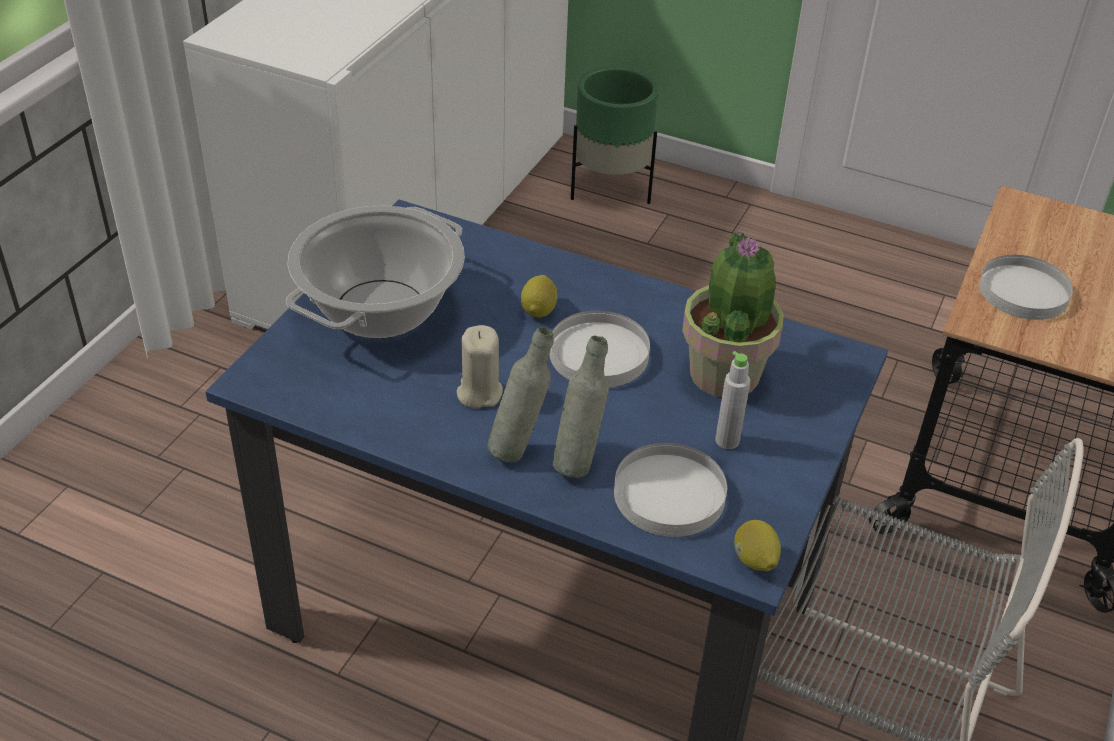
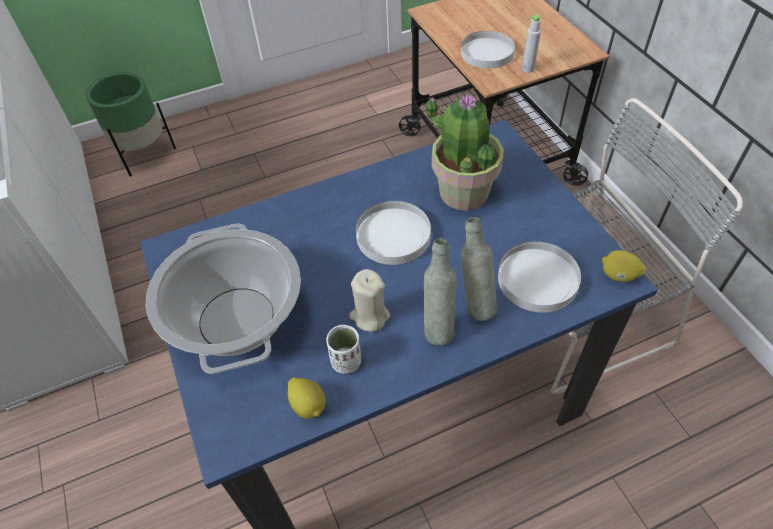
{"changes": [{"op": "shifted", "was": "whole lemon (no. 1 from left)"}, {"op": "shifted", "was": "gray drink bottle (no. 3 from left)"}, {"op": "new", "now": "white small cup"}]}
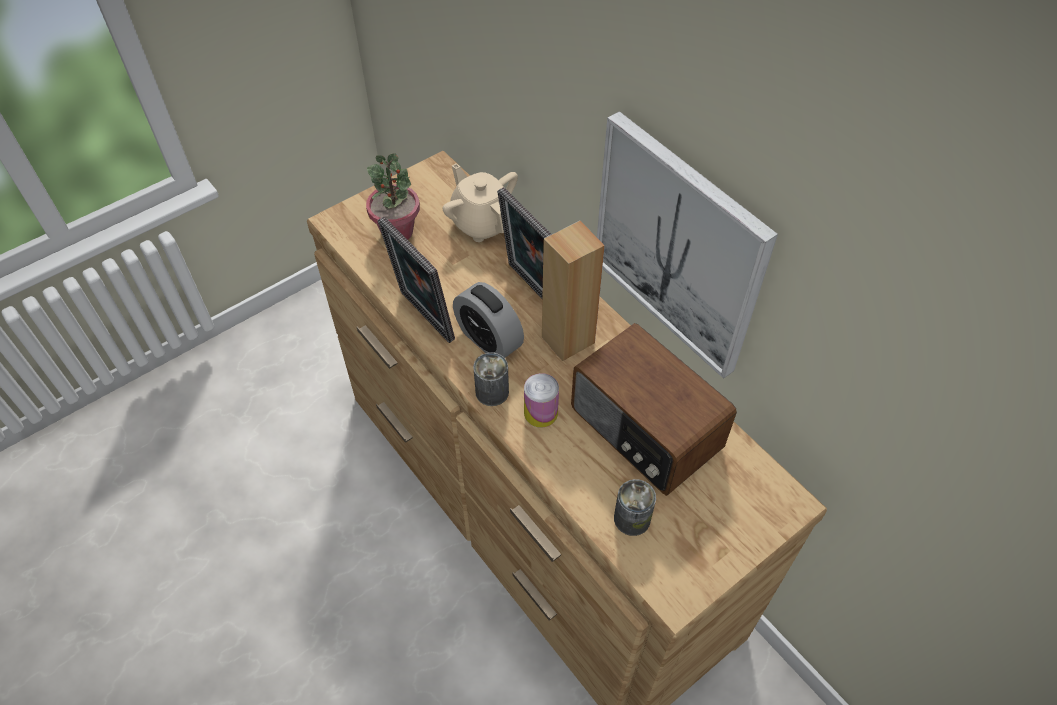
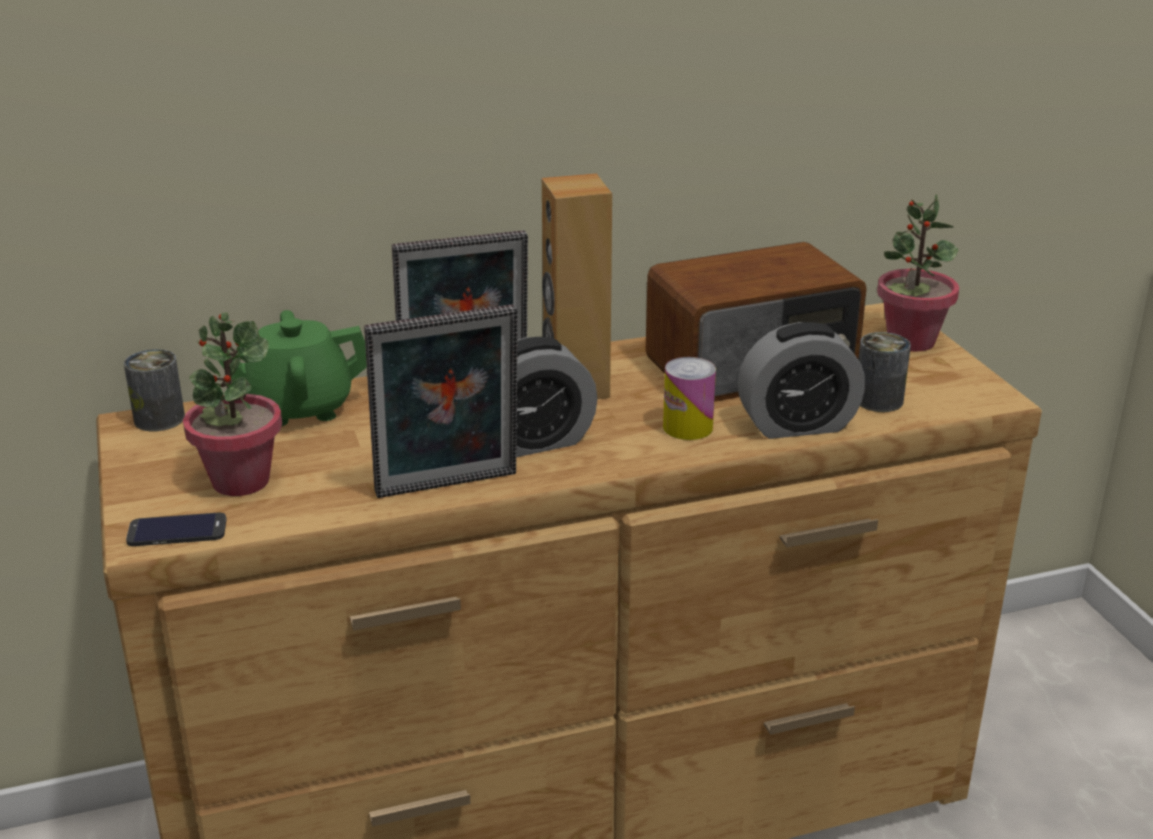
{"changes": [{"op": "repainted", "was": "beige-coloured pot for tea", "now": "green-coloured pot for tea"}, {"op": "shifted", "was": "metal can (no. 1 from left)"}, {"op": "gone", "was": "picture"}, {"op": "new", "now": "handset"}, {"op": "new", "now": "table clock (no. 2 from left)"}, {"op": "new", "now": "potted plant (no. 2 from left)"}]}
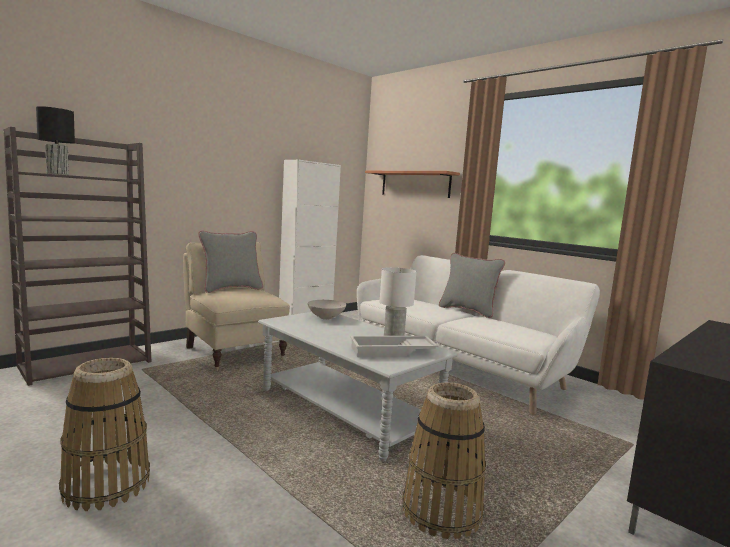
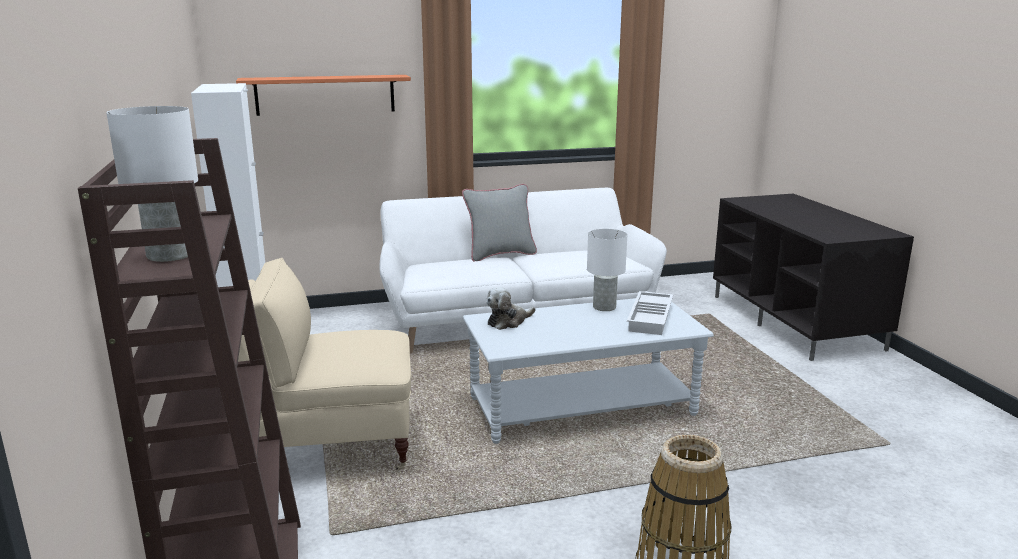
{"changes": [{"op": "repainted", "was": "black-coloured lamp for a table", "now": "white lamp for a table (no. 1 from left)"}, {"op": "gone", "was": "gray cushion (no. 1 from left)"}, {"op": "swapped", "was": "white deep dish", "now": "soft toy"}, {"op": "gone", "was": "household basket (no. 2 from left)"}]}
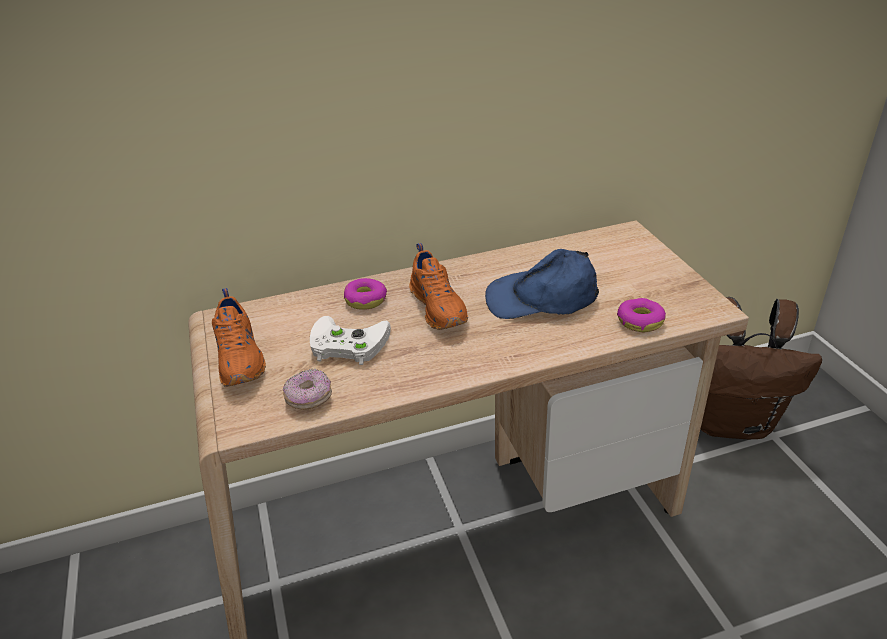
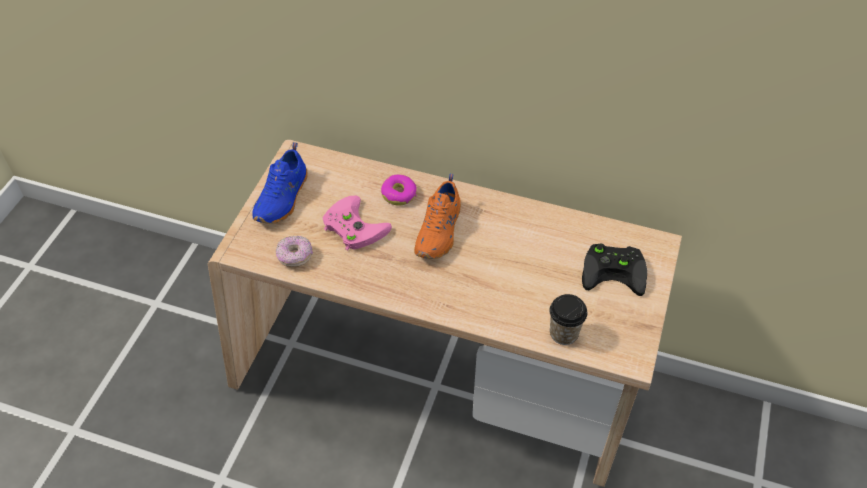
{"changes": [{"op": "repainted", "was": "orange-coloured item of footwear (no. 1 from left)", "now": "bluish item of footwear"}, {"op": "repainted", "was": "white gamepad", "now": "pinkish gamepad"}, {"op": "gone", "was": "bluish cap"}, {"op": "swapped", "was": "donut (no. 3 from left)", "now": "small cup"}, {"op": "gone", "was": "brown-coloured backpack"}, {"op": "new", "now": "black-coloured gamepad"}]}
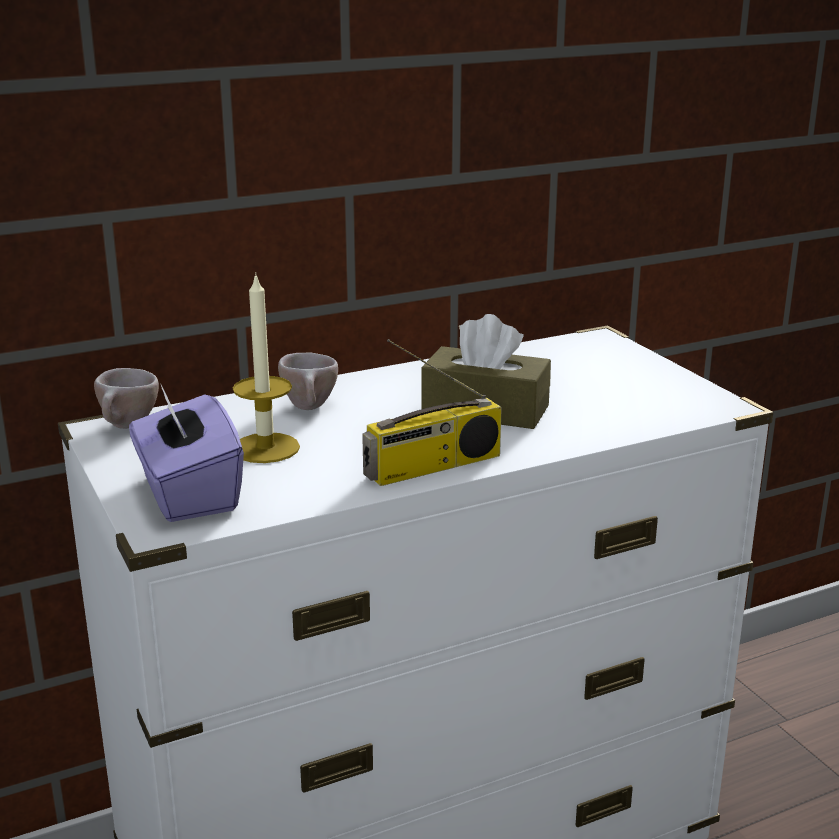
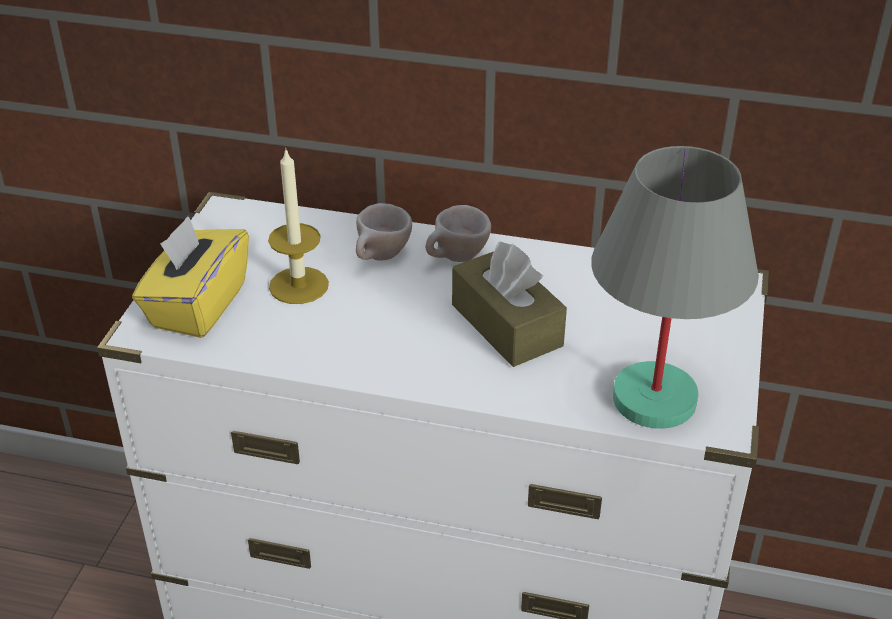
{"changes": [{"op": "shifted", "was": "beige-coloured small cup (no. 1 from left in the first image)", "now": "beige-coloured small cup (no. 2 from left)"}, {"op": "repainted", "was": "purple-coloured tissue holder", "now": "yellow-coloured tissue holder"}, {"op": "gone", "was": "radio set"}, {"op": "new", "now": "gray lamp for a table"}]}
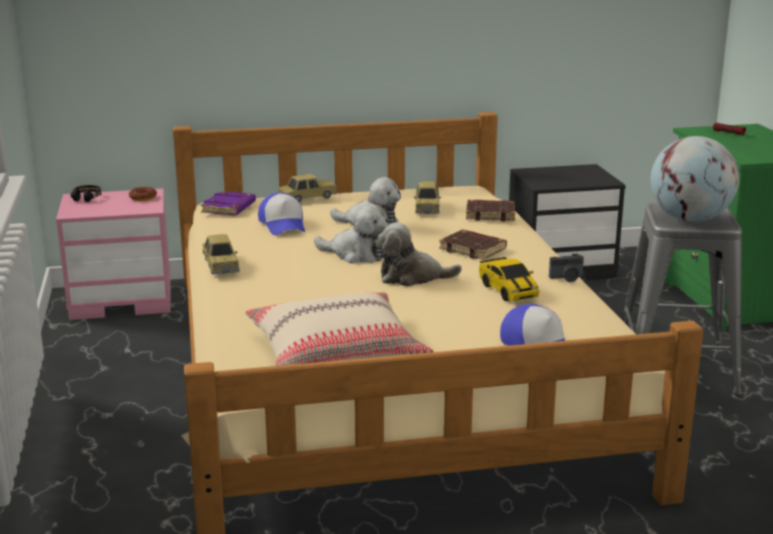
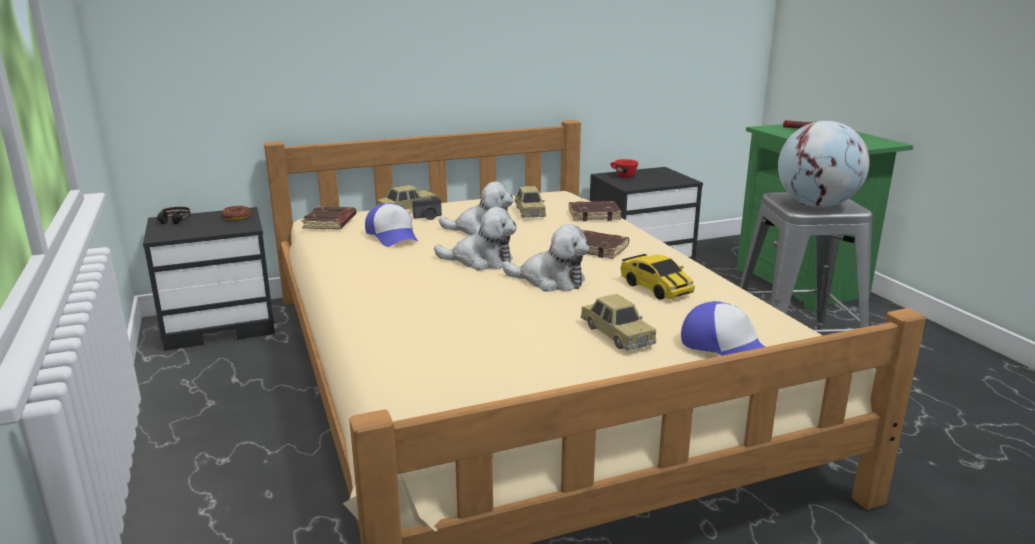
{"changes": [{"op": "repainted", "was": "pinkish nightstand", "now": "black-coloured nightstand (no. 1 from left)"}, {"op": "repainted", "was": "purple-coloured bound book", "now": "brown-coloured bound book (no. 1 from left)"}, {"op": "shifted", "was": "model car (no. 1 from left in the first image)", "now": "model car (no. 3 from left)"}, {"op": "gone", "was": "beige-coloured cushion"}, {"op": "rotated", "was": "soft toy (no. 3 from left)", "clockwise": -150}, {"op": "shifted", "was": "still camera"}, {"op": "new", "now": "red-coloured small cup"}]}
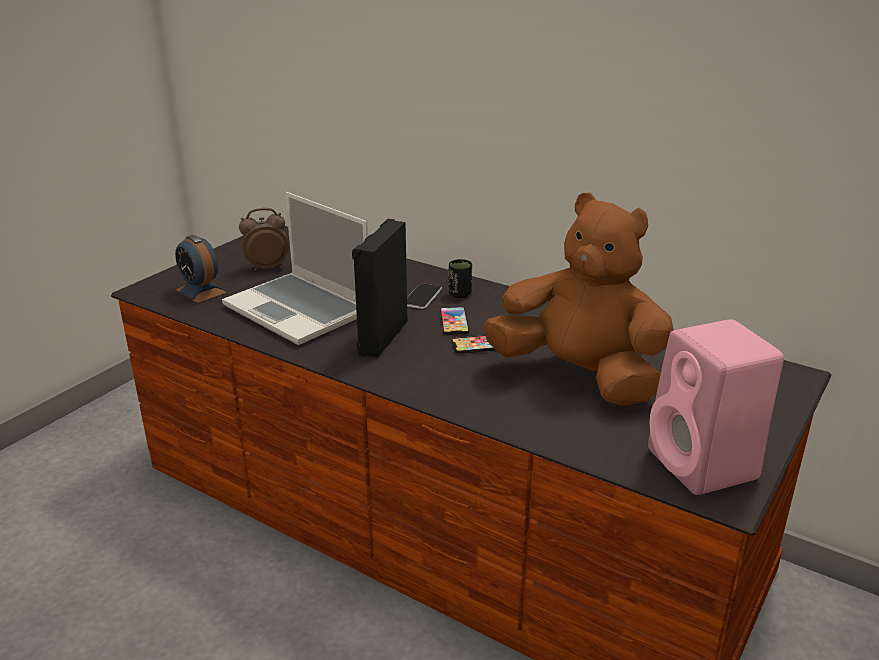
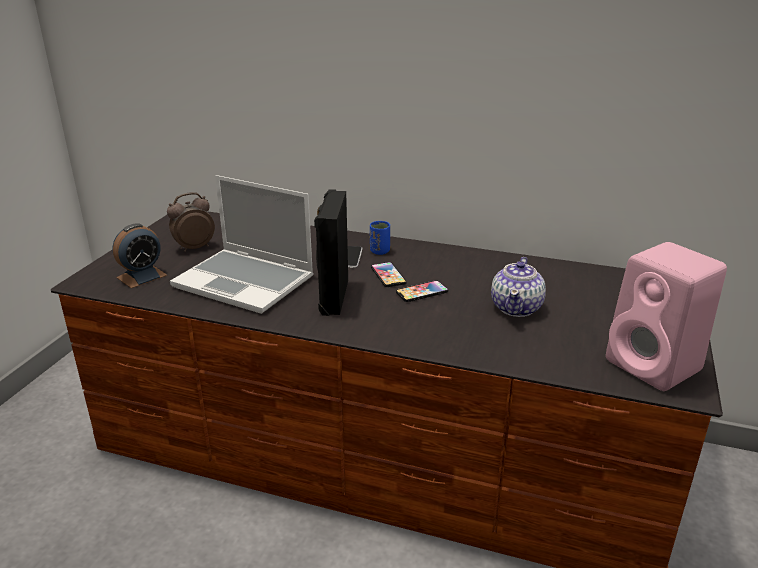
{"changes": [{"op": "rotated", "was": "table clock (no. 1 from left)", "clockwise": -75}, {"op": "repainted", "was": "black-coloured small cup", "now": "bluish small cup"}, {"op": "swapped", "was": "brown-coloured soft toy", "now": "pot for tea"}]}
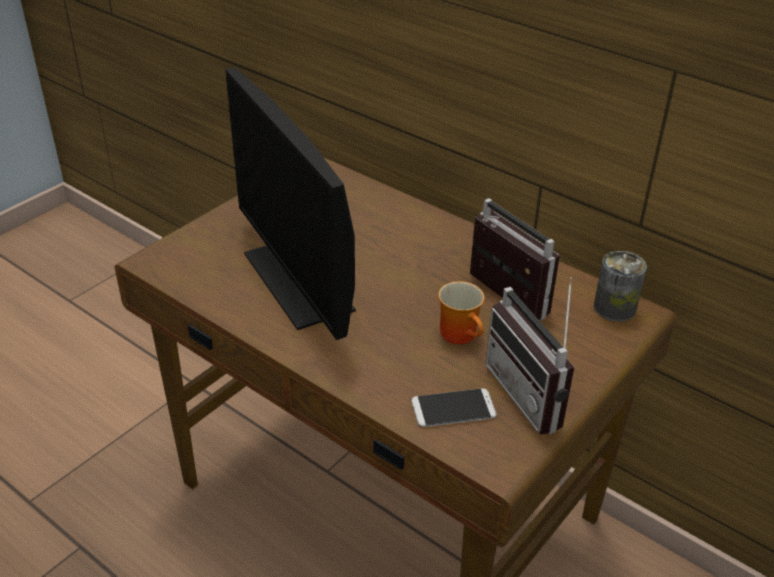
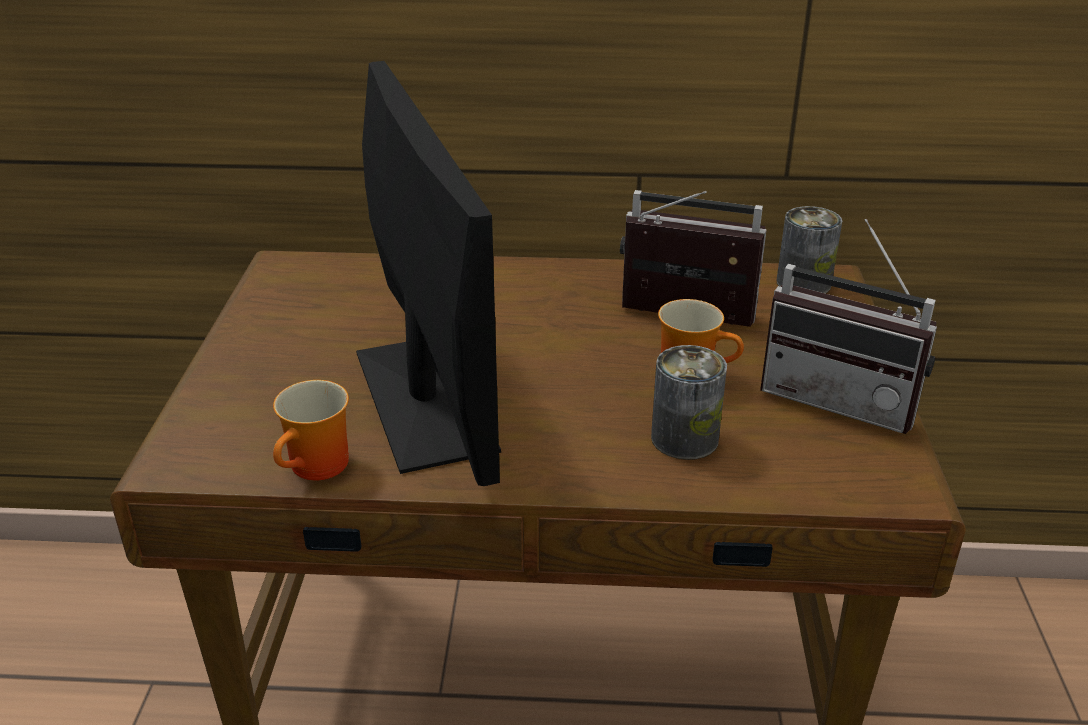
{"changes": [{"op": "rotated", "was": "computer screen", "clockwise": -135}, {"op": "gone", "was": "handset"}, {"op": "new", "now": "mug (no. 1 from left)"}, {"op": "new", "now": "metal can (no. 1 from left)"}]}
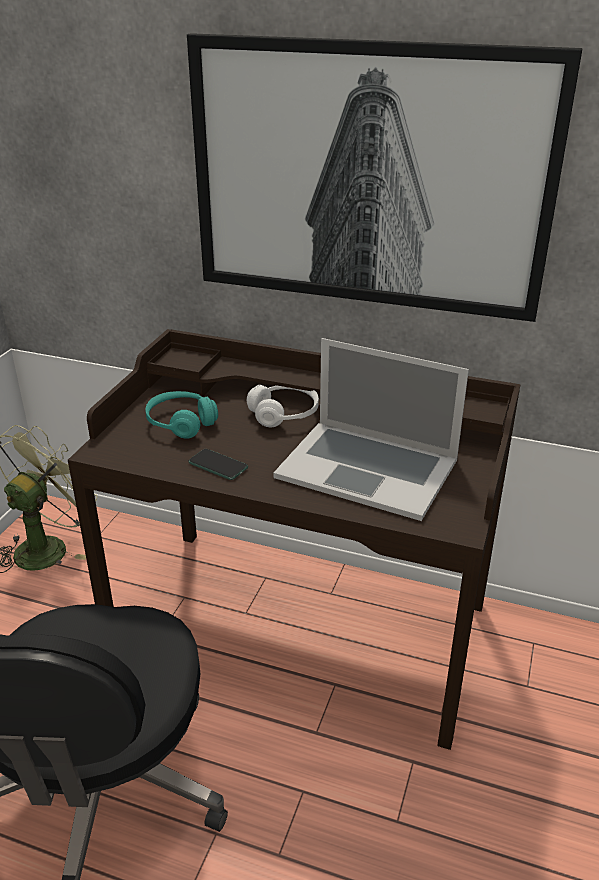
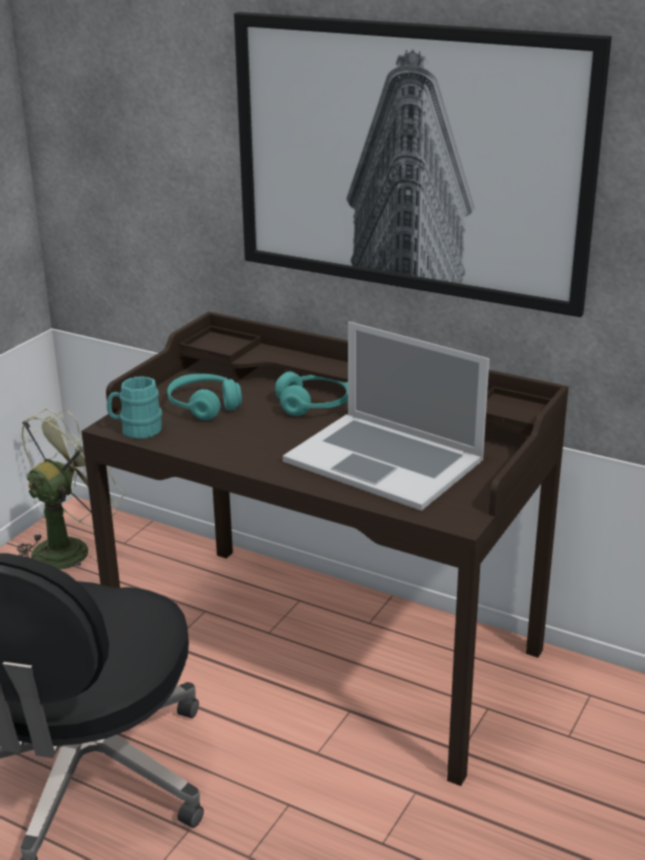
{"changes": [{"op": "gone", "was": "handset"}, {"op": "repainted", "was": "white pair of headphones", "now": "turquoise-coloured pair of headphones (no. 2 from left)"}, {"op": "new", "now": "turquoise-coloured mug"}]}
